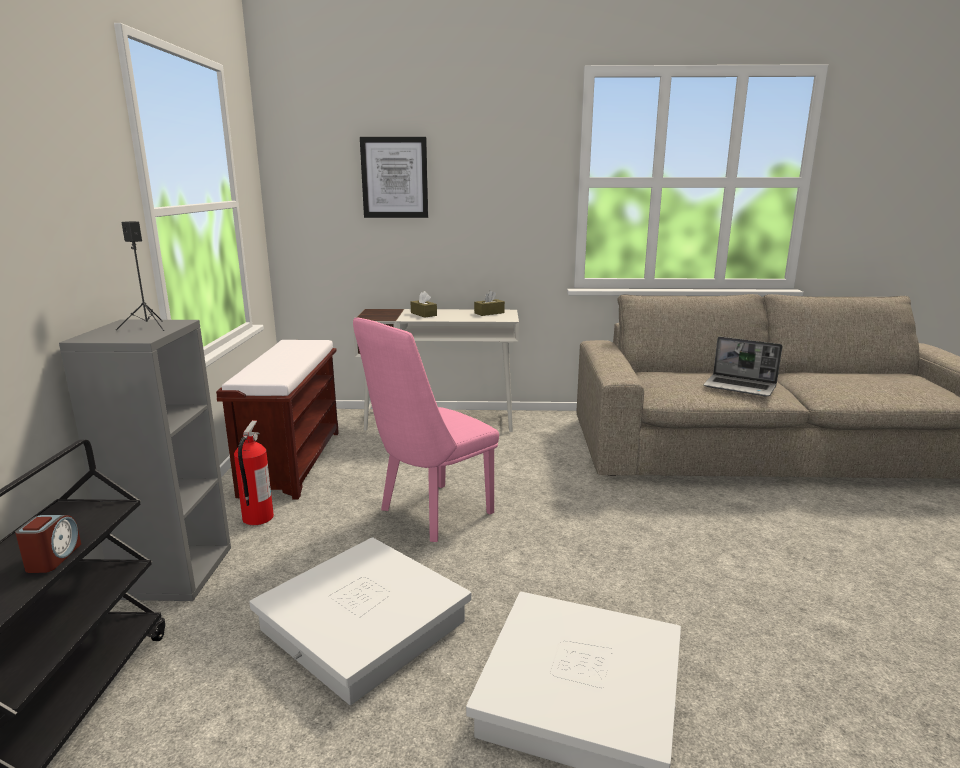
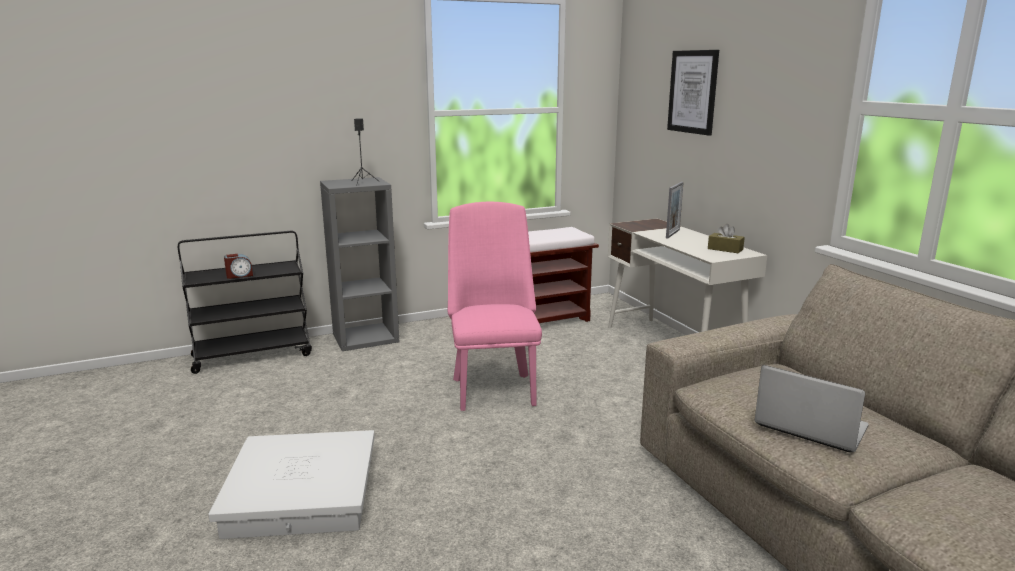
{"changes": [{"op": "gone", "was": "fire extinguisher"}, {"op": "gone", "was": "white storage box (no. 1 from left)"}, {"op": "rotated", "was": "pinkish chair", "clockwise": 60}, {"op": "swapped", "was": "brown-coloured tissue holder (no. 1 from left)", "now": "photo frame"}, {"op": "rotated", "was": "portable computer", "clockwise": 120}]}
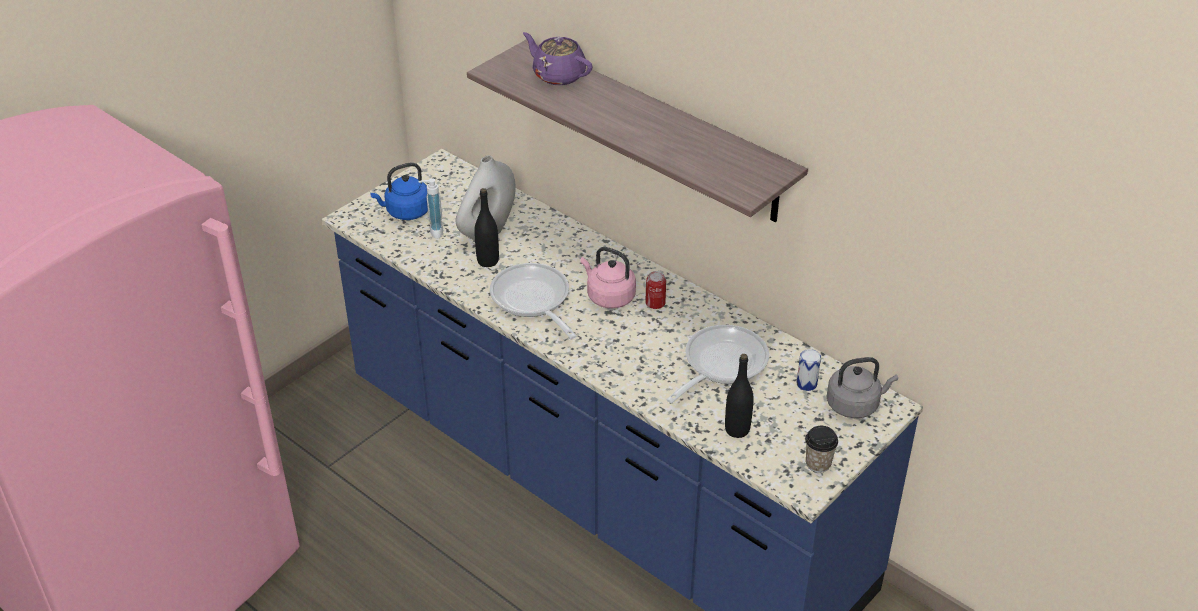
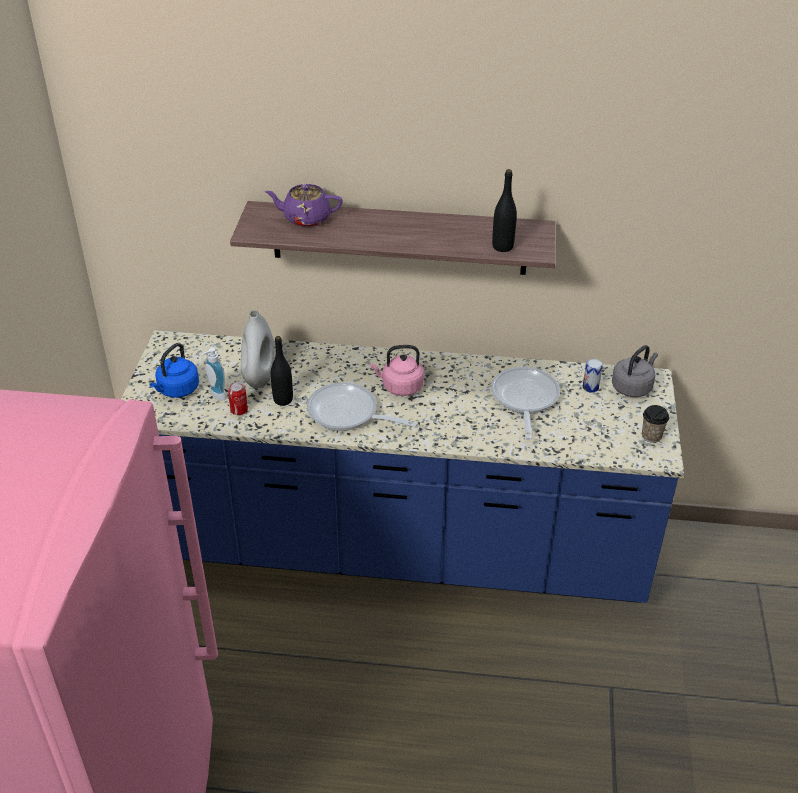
{"changes": [{"op": "shifted", "was": "metal can (no. 1 from left)"}, {"op": "shifted", "was": "black-coloured drink bottle (no. 2 from left)"}]}
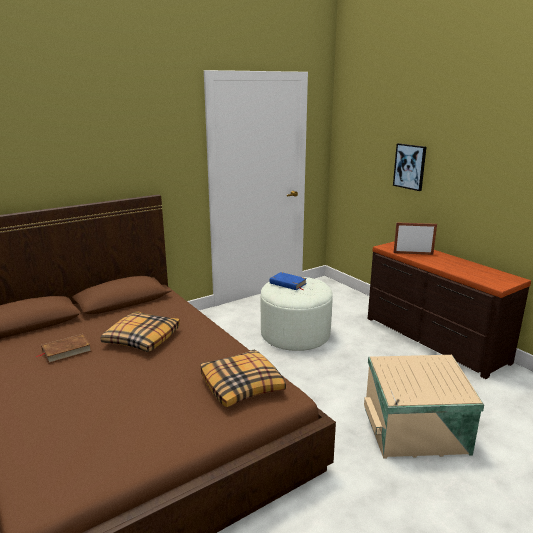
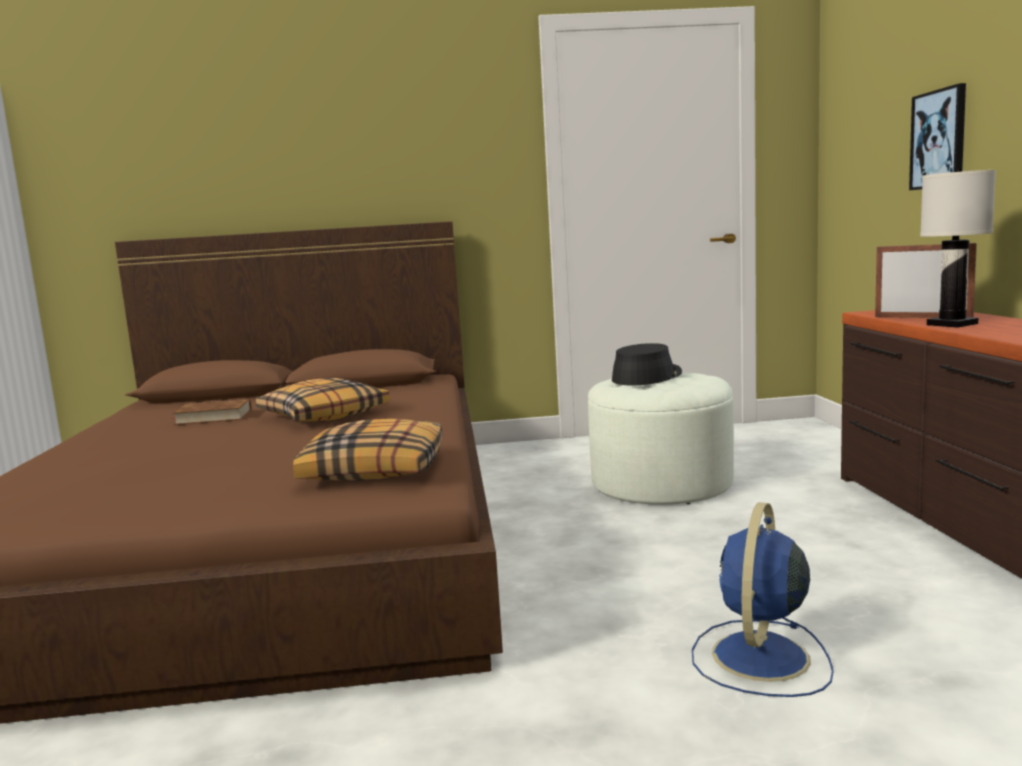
{"changes": [{"op": "swapped", "was": "bluish bound book", "now": "black-coloured wearable hat"}, {"op": "swapped", "was": "beige-coloured storage box", "now": "bluish electric fan"}, {"op": "new", "now": "white lamp for a table"}]}
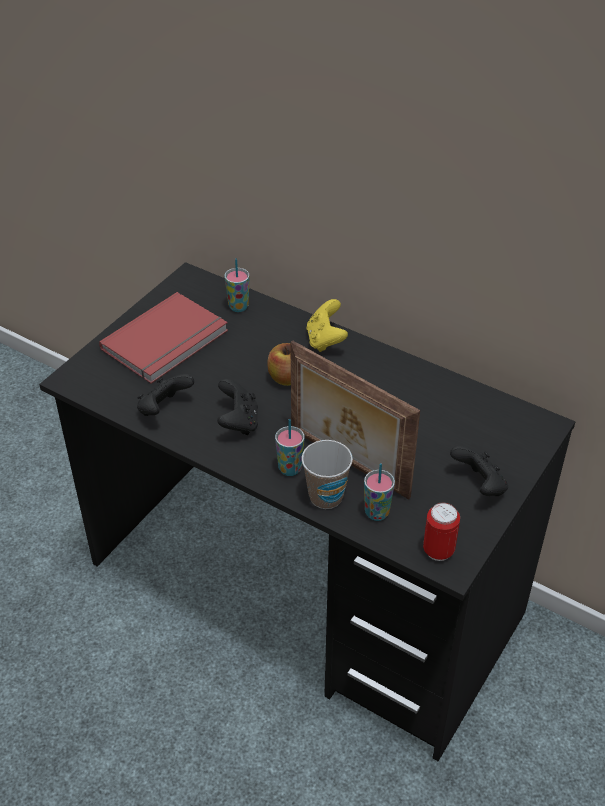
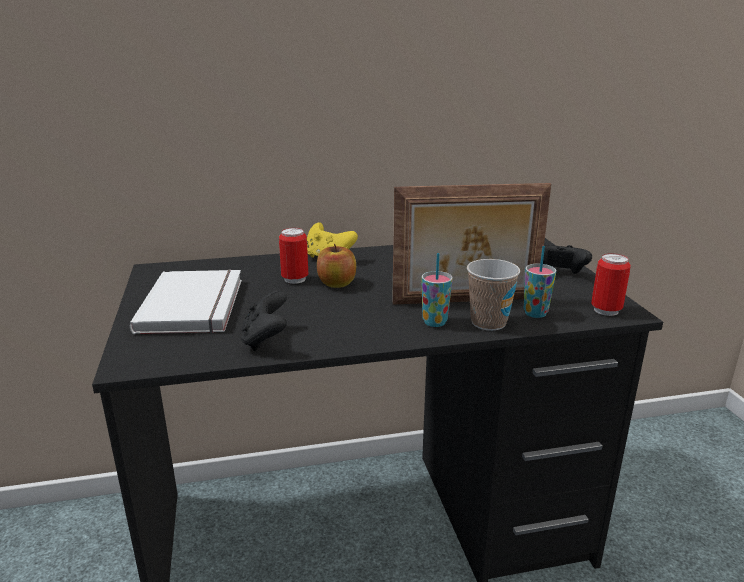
{"changes": [{"op": "repainted", "was": "red-coloured bound book", "now": "white bound book"}, {"op": "gone", "was": "black-coloured gamepad (no. 2 from left)"}, {"op": "gone", "was": "small cup (no. 1 from left)"}, {"op": "new", "now": "metal can (no. 1 from left)"}]}
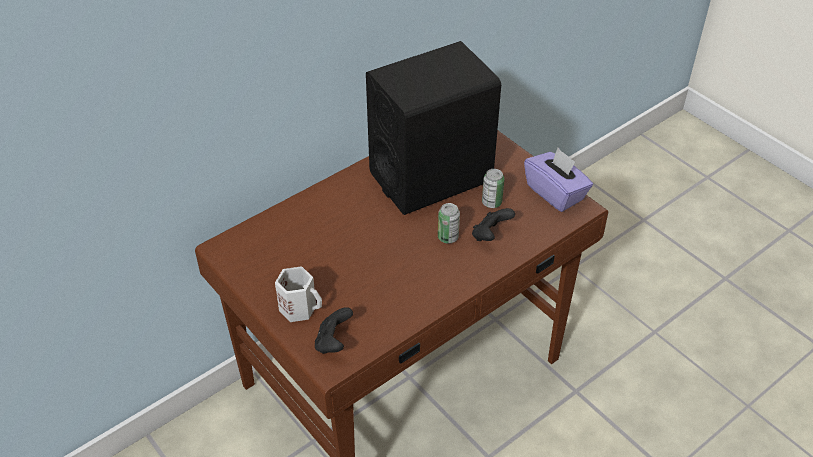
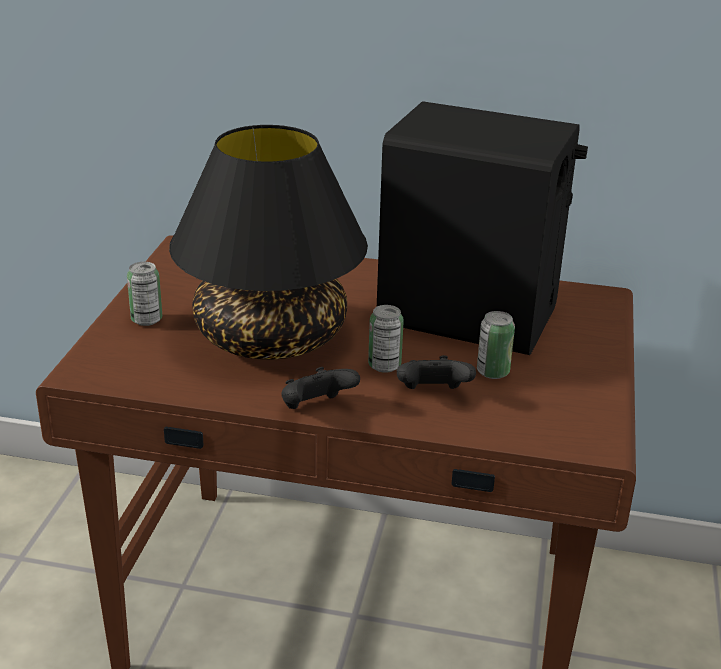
{"changes": [{"op": "swapped", "was": "white mug", "now": "metal can (no. 1 from left)"}, {"op": "shifted", "was": "black-coloured gamepad (no. 1 from left)"}, {"op": "gone", "was": "purple-coloured tissue holder"}, {"op": "new", "now": "black-coloured lamp for a table"}]}
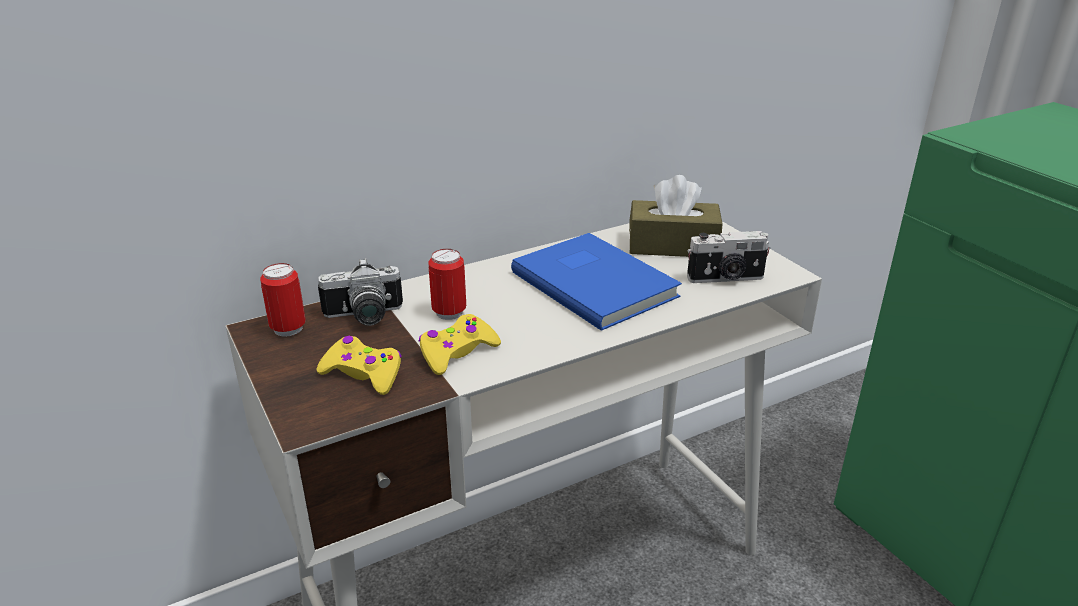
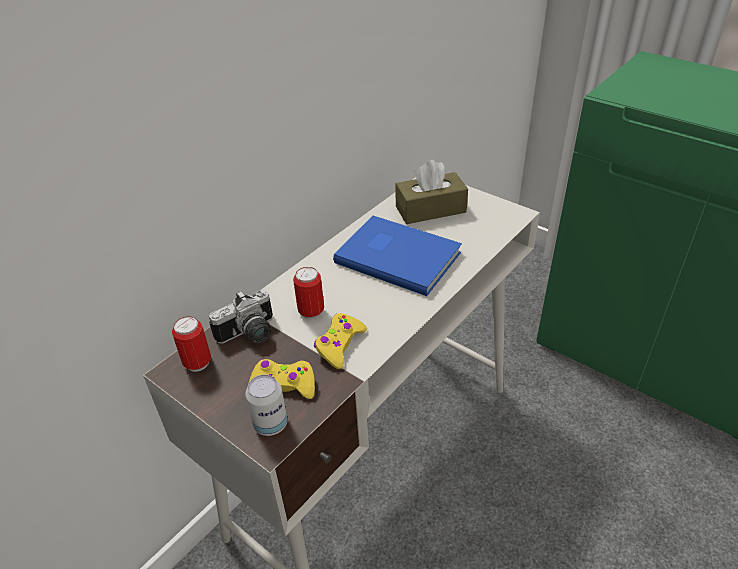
{"changes": [{"op": "gone", "was": "still camera (no. 2 from left)"}, {"op": "new", "now": "metal can (no. 2 from left)"}]}
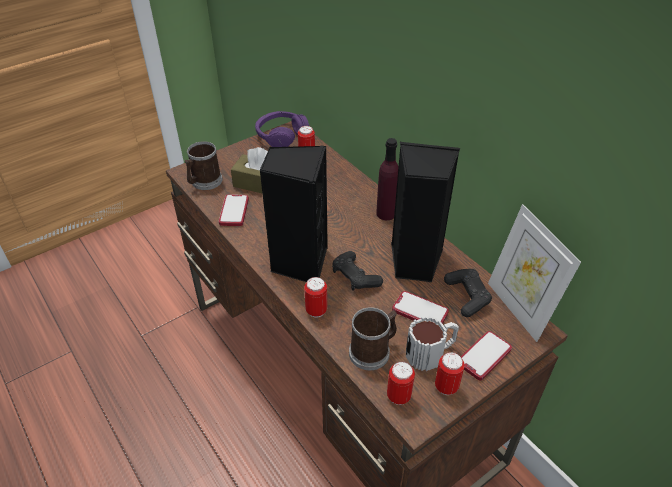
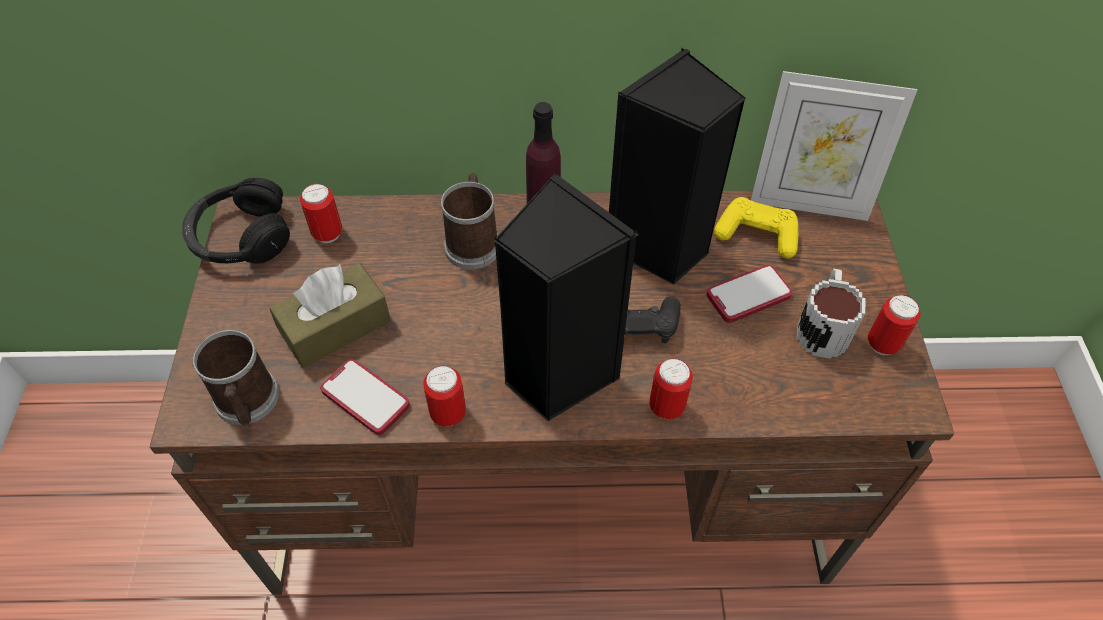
{"changes": [{"op": "repainted", "was": "purple-coloured pair of headphones", "now": "black-coloured pair of headphones"}, {"op": "shifted", "was": "mug (no. 2 from left)"}, {"op": "shifted", "was": "metal can (no. 3 from left in the first image)", "now": "metal can (no. 2 from left)"}, {"op": "repainted", "was": "black-coloured gamepad (no. 2 from left)", "now": "yellow-coloured gamepad"}, {"op": "gone", "was": "handset (no. 3 from left)"}]}
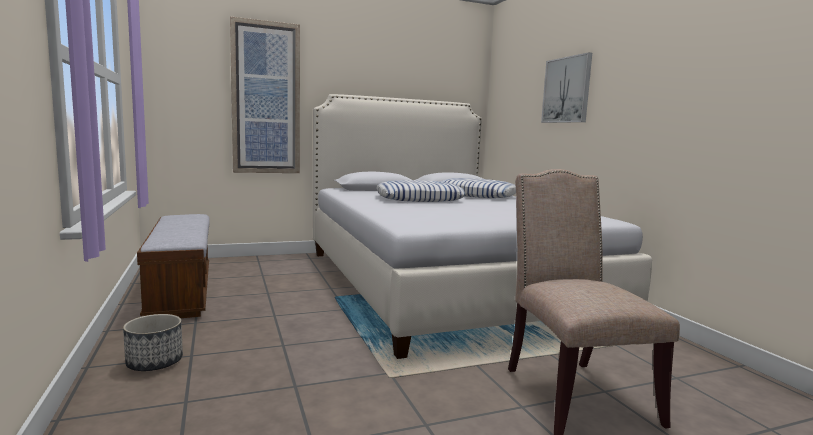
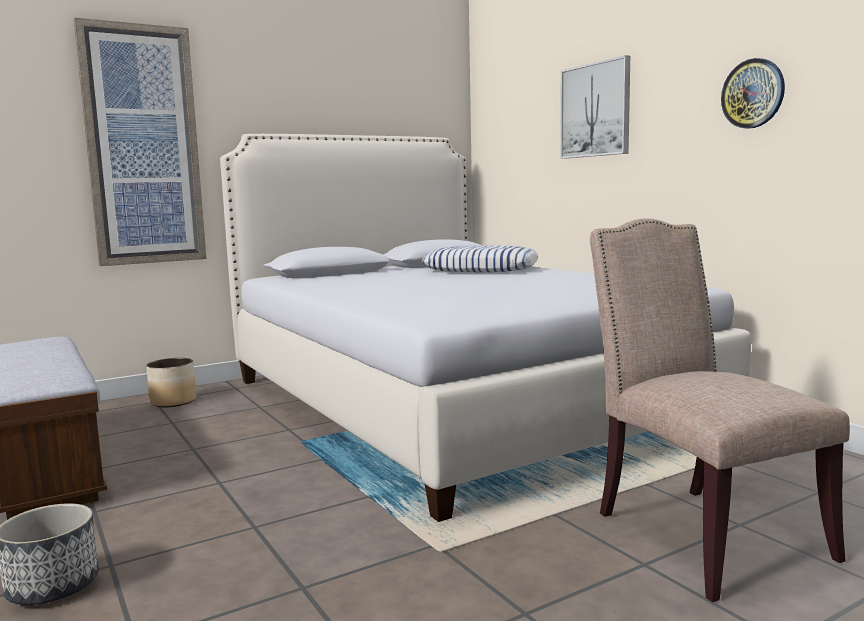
{"changes": [{"op": "gone", "was": "cushion (no. 1 from left)"}, {"op": "new", "now": "plant pot (no. 2 from left)"}, {"op": "new", "now": "wall clock"}]}
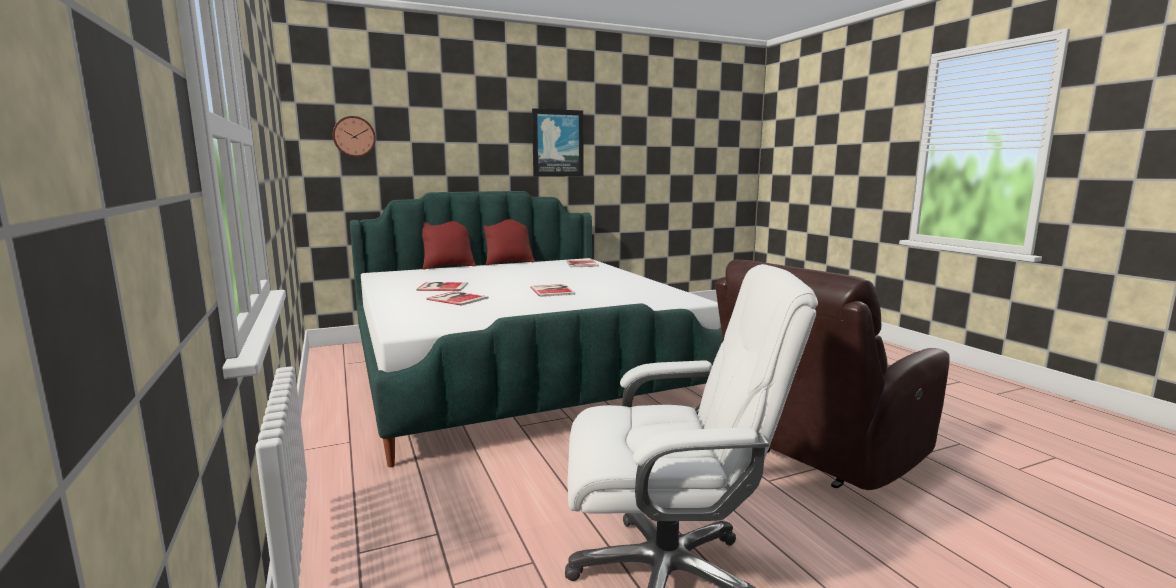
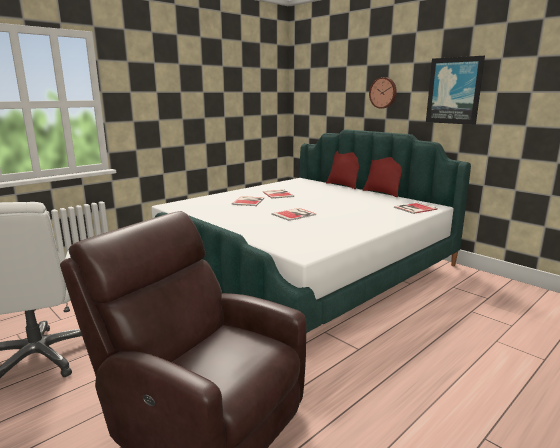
{"changes": [{"op": "shifted", "was": "wall clock"}]}
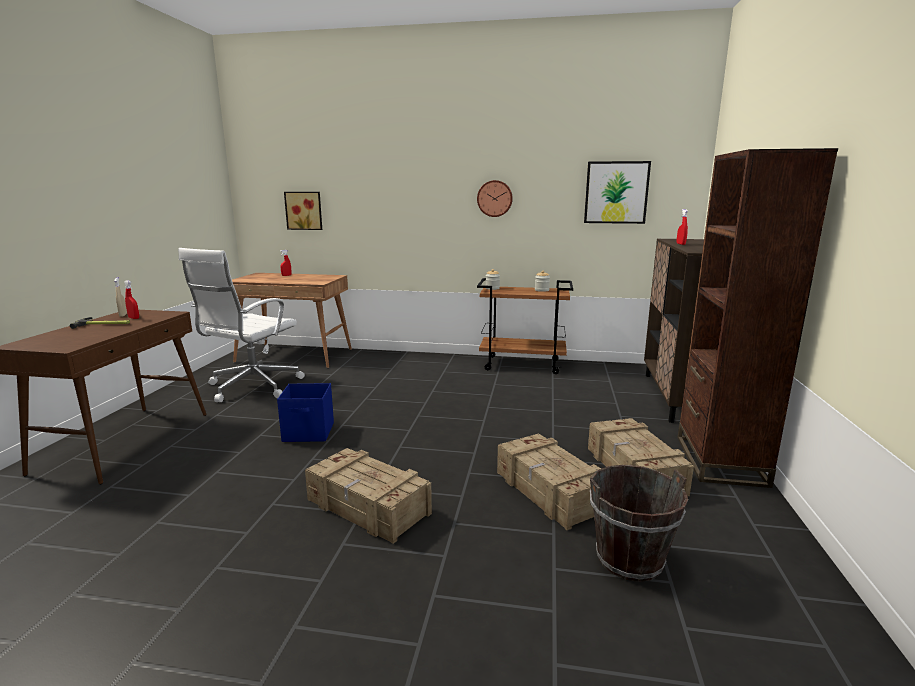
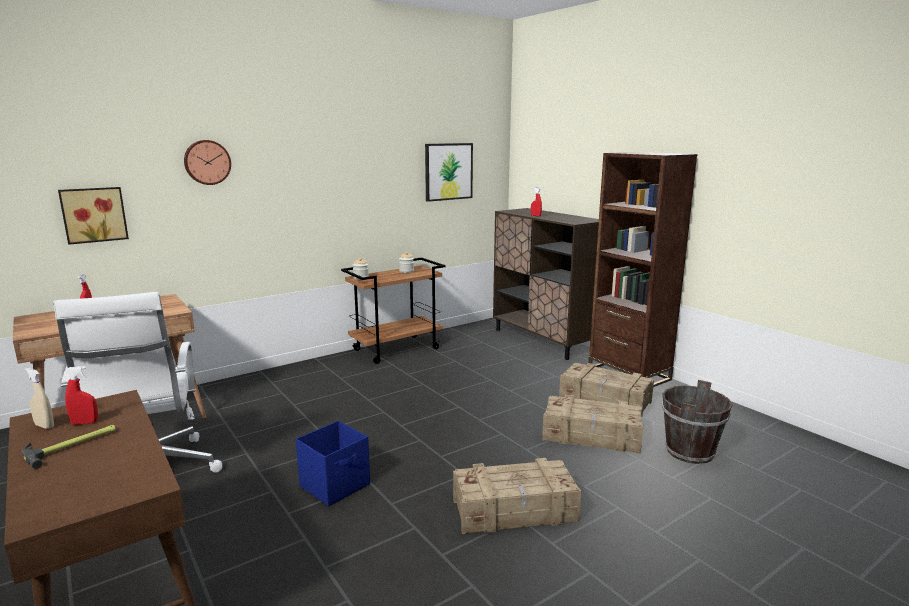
{"changes": [{"op": "shifted", "was": "wall clock"}]}
